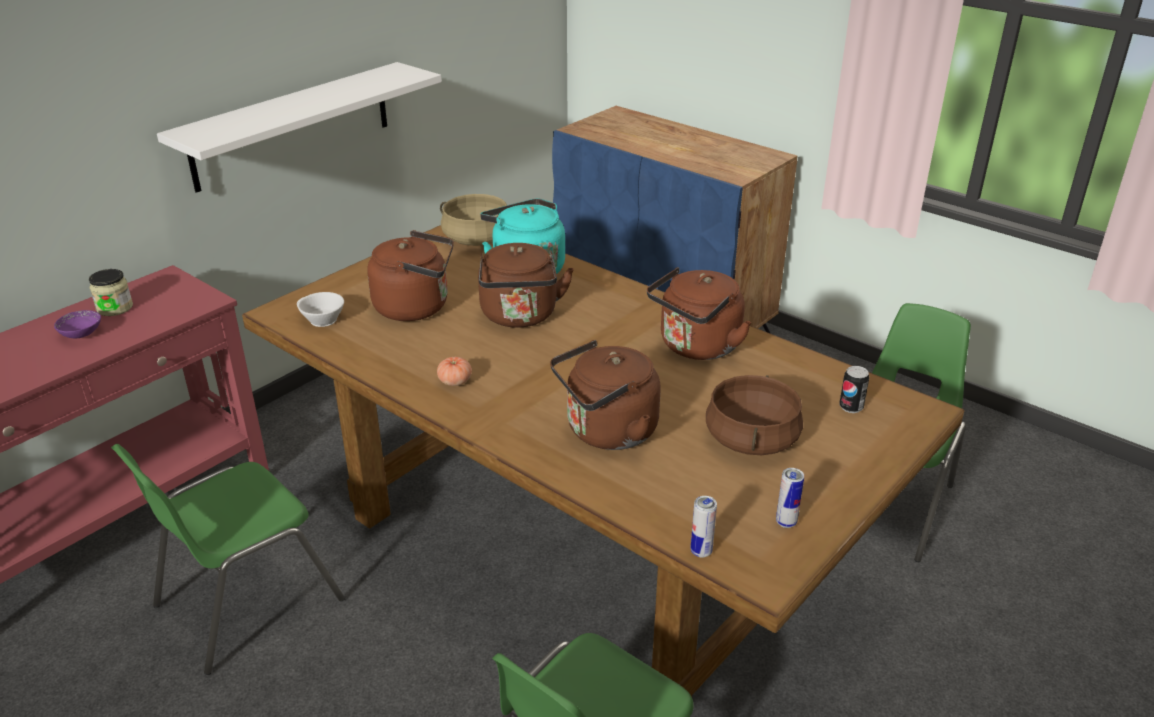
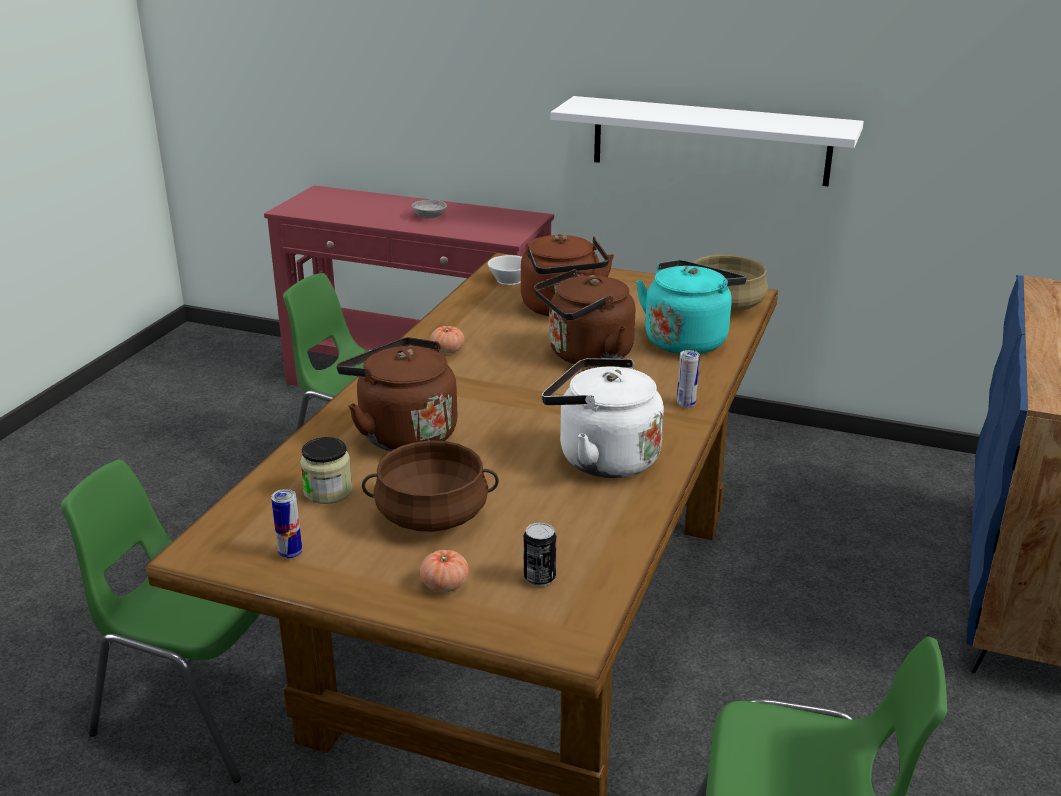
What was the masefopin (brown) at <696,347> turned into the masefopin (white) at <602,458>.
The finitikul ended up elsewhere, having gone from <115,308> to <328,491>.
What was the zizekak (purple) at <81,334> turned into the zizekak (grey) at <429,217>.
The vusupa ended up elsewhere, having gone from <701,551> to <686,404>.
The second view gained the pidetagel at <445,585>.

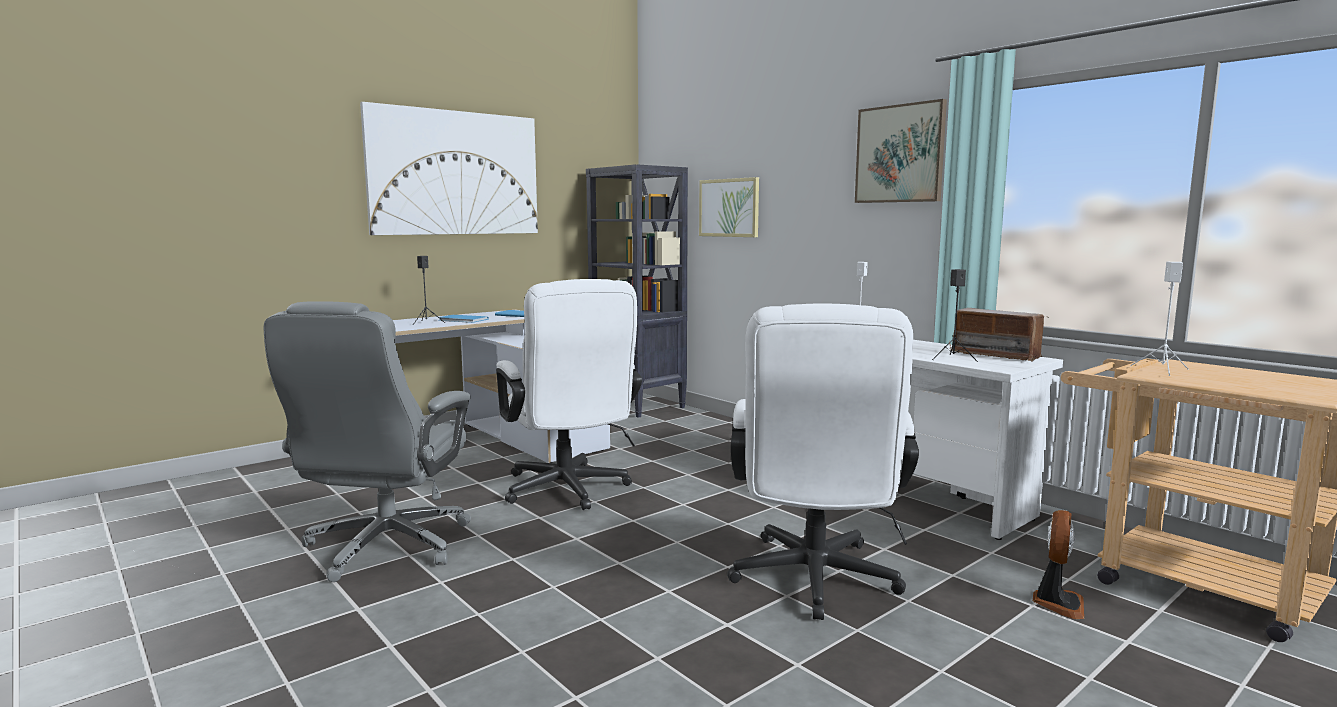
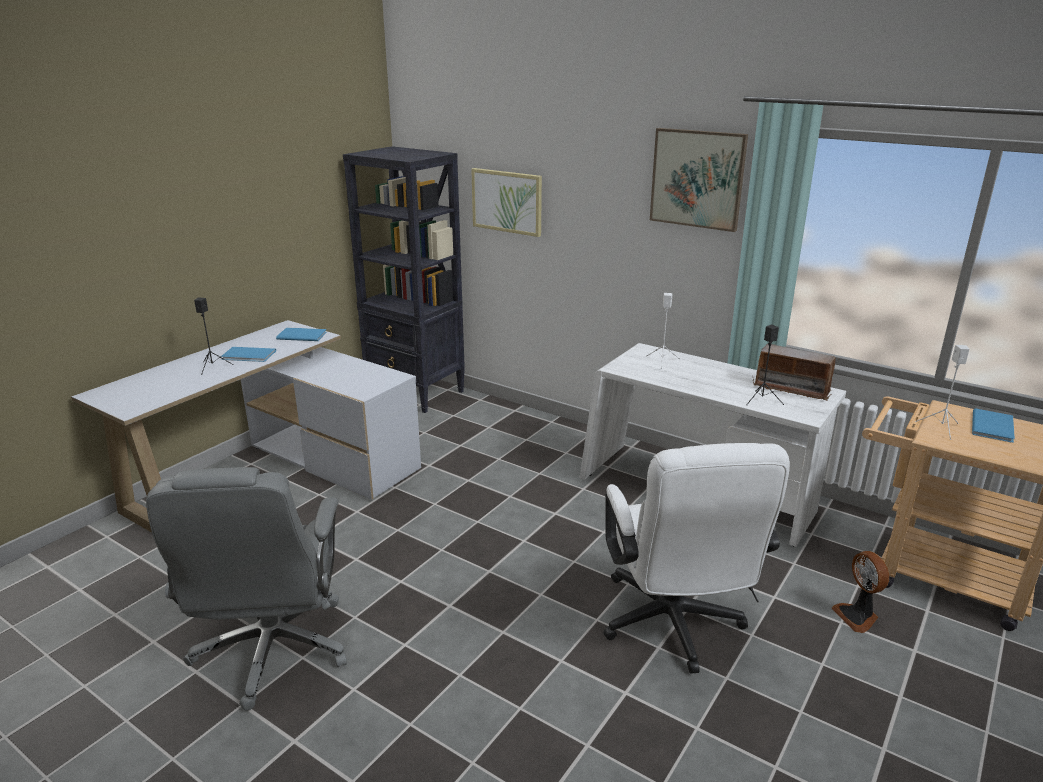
The second view lost the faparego at <455,173>.
The second view lost the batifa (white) at <568,491>.
The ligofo at <1057,603> ended up facing another way, 150 degrees clockwise from before.
The second view gained the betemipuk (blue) at <994,426>.

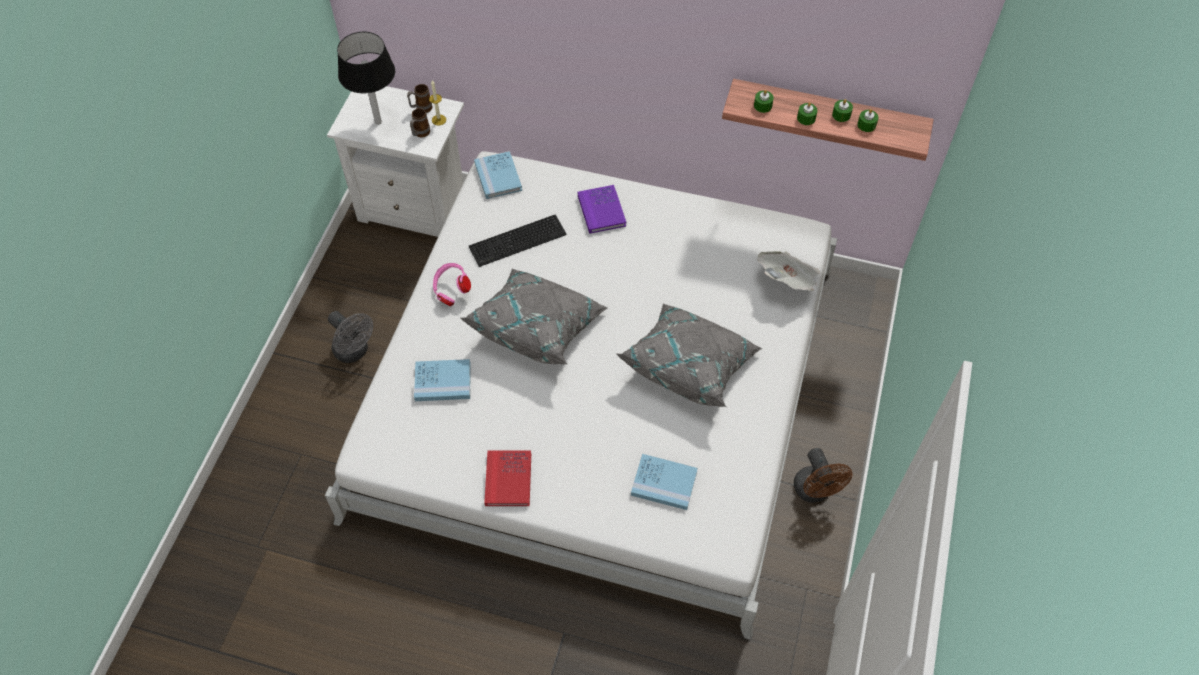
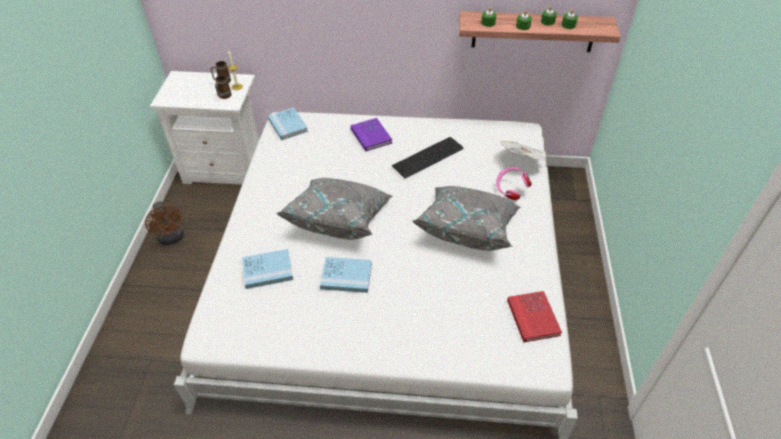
The second view lost the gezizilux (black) at <378,122>.
The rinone ended up elsewhere, having gone from <519,241> to <429,157>.
The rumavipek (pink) ended up elsewhere, having gone from <451,291> to <510,190>.
The second view lost the ligofo (grey) at <354,352>.
The ligofo (brown) ended up elsewhere, having gone from <815,492> to <172,238>.
The betemipuk (red) ended up elsewhere, having gone from <508,479> to <533,317>.
The betemipuk (blue) ended up elsewhere, having gone from <664,483> to <346,276>.

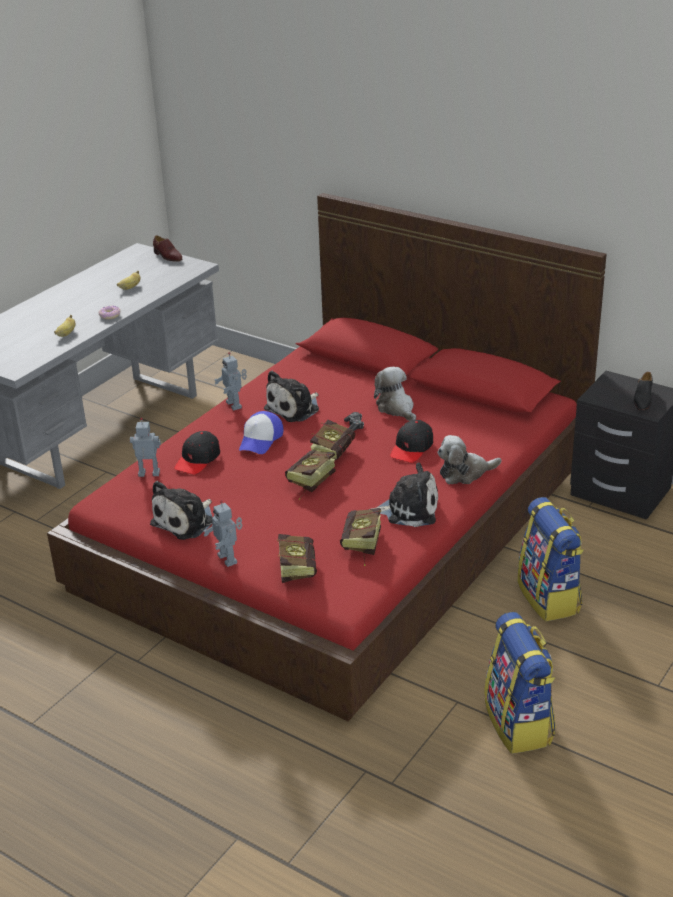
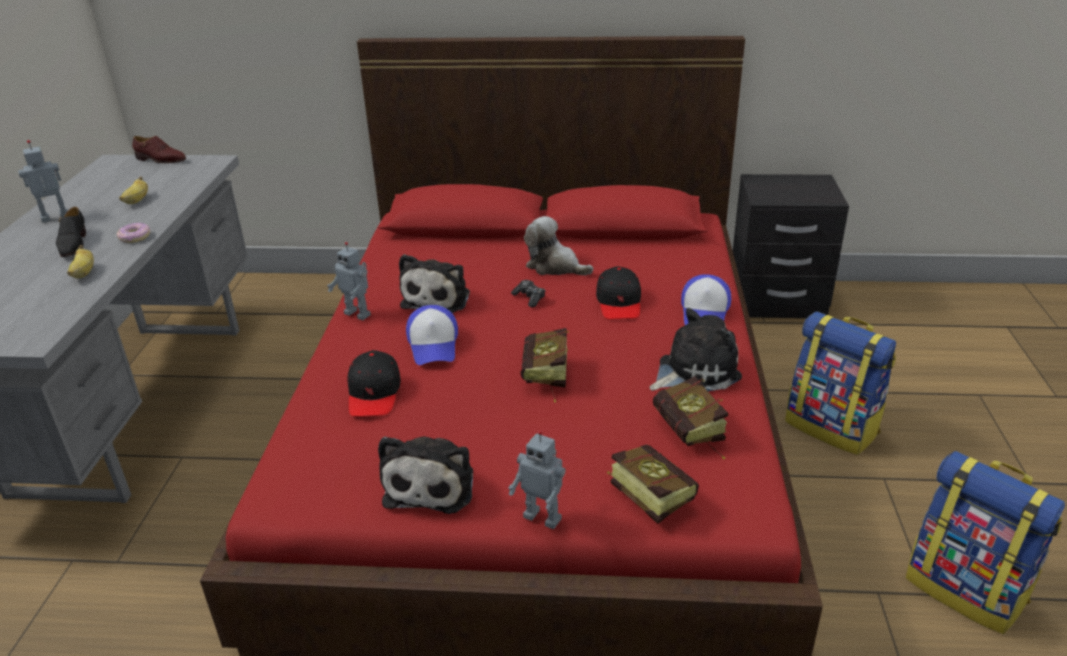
The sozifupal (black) ended up elsewhere, having gone from <642,400> to <73,244>.
The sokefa ended up elsewhere, having gone from <148,474> to <55,218>.
The second view lost the betemipuk at <335,451>.
Where the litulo stood at <465,473>, the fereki came to stand at <705,312>.

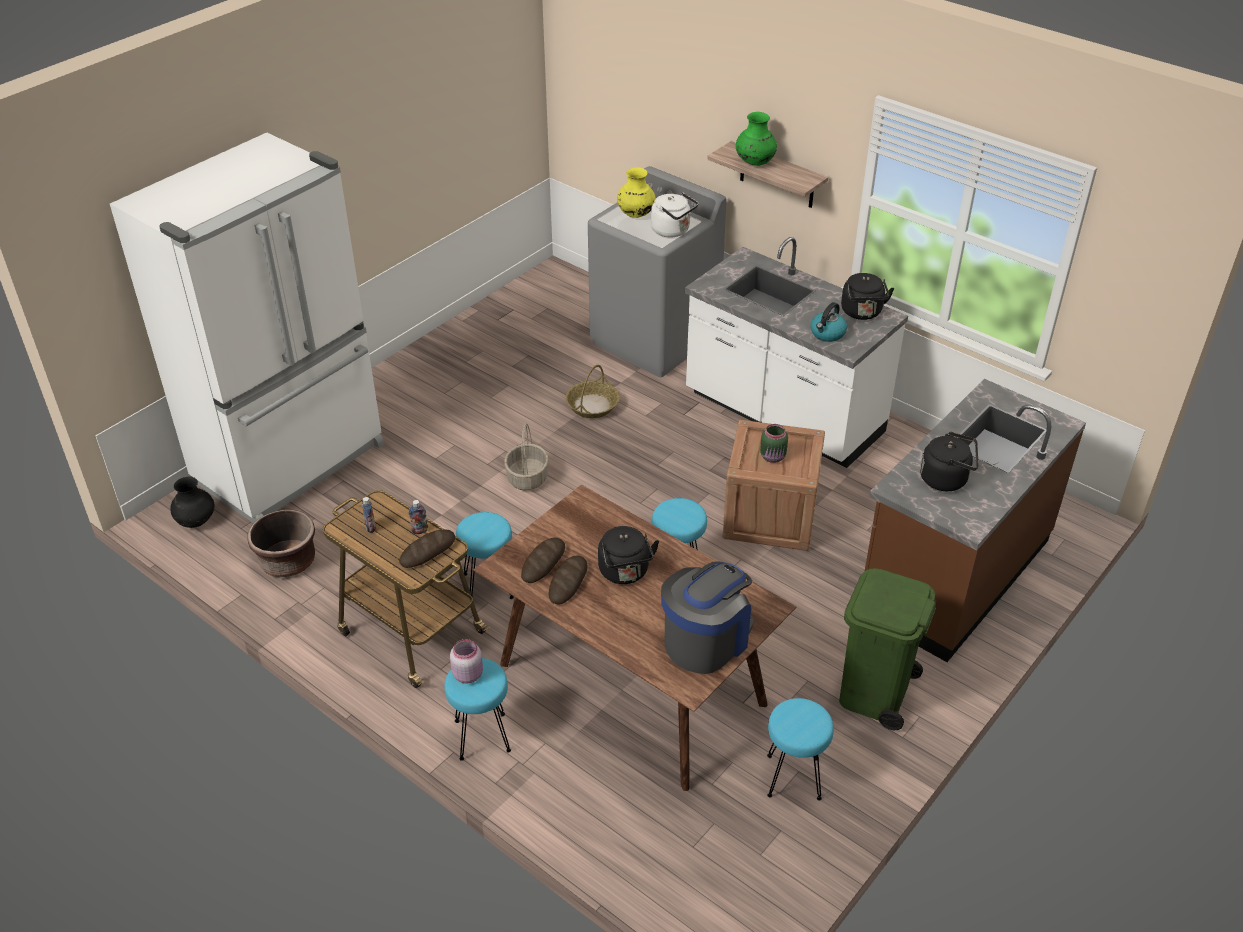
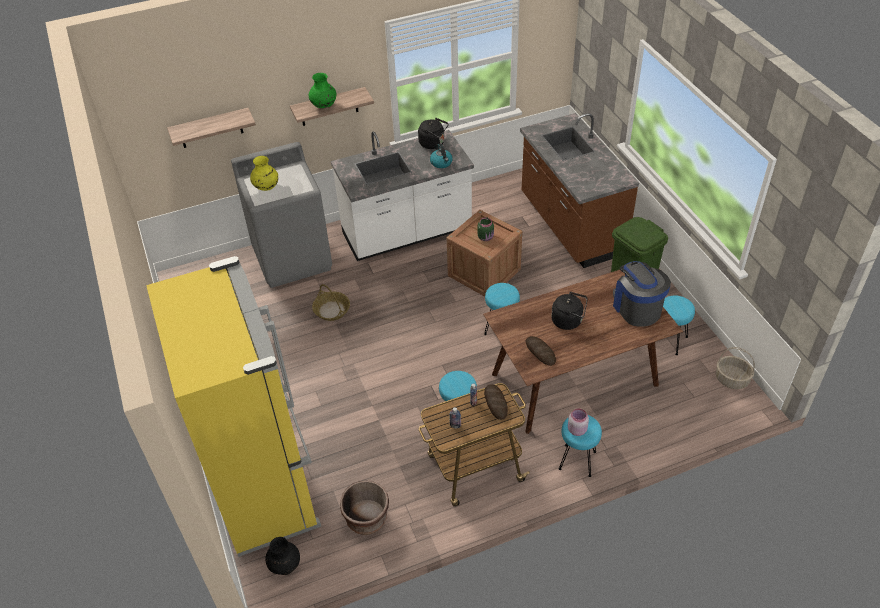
What was the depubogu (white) at <293,464> turned into the depubogu (yellow) at <266,488>.
The second view lost the masefopin (white) at <673,231>.
The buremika ended up elsewhere, having gone from <528,478> to <732,379>.
The second view lost the masefopin (black) at <946,479>.
The second view lost the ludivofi at <568,582>.
The second view gained the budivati at <211,128>.

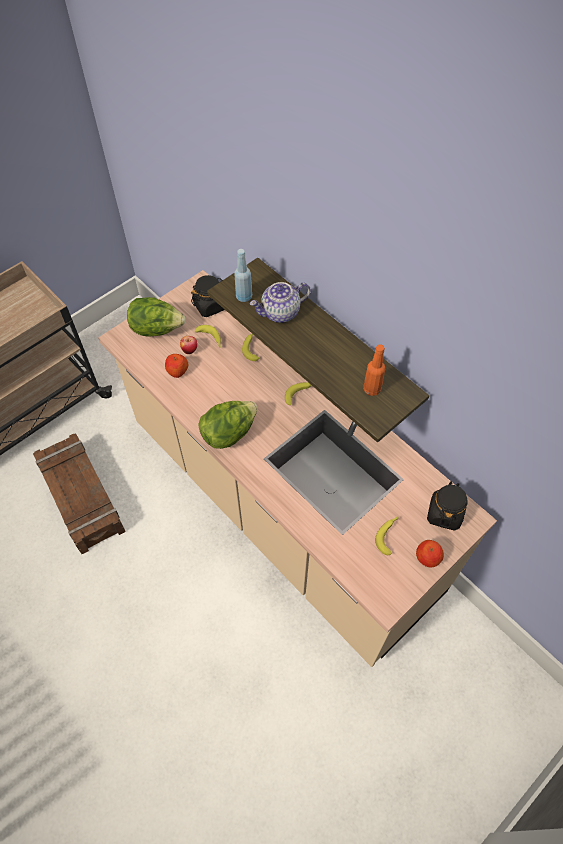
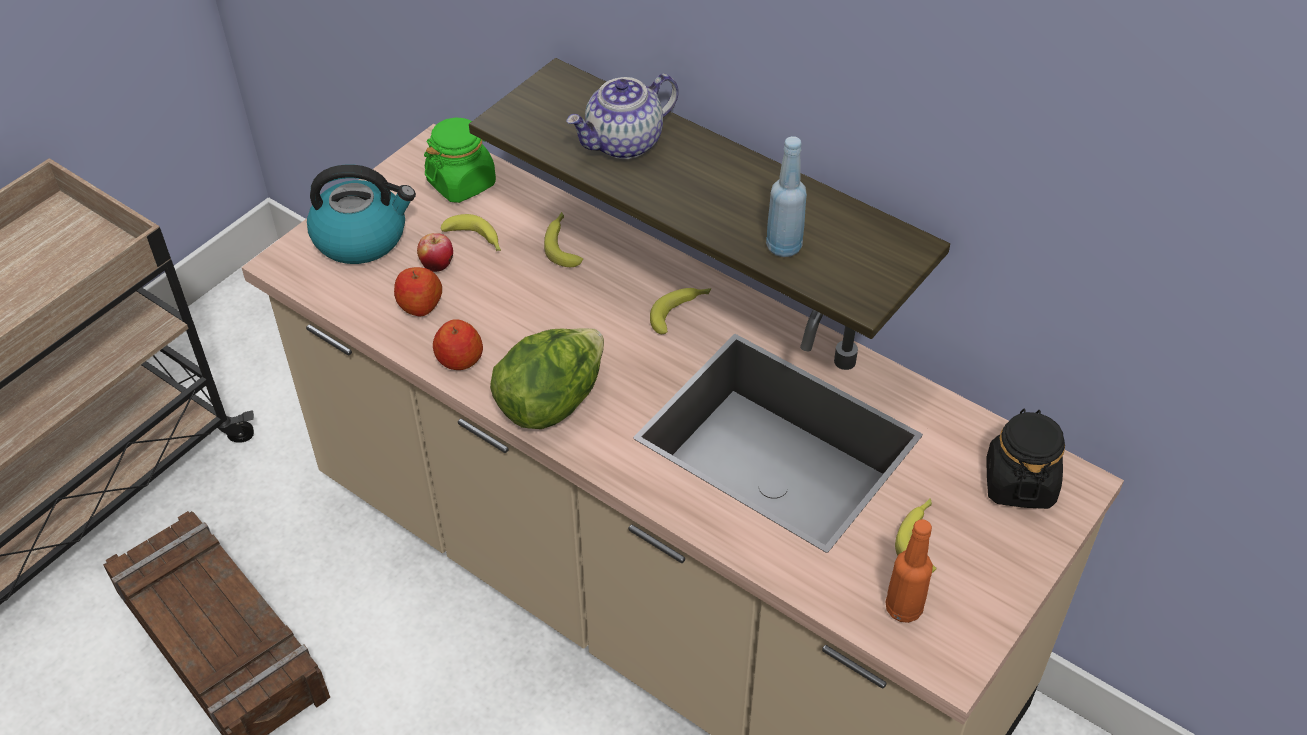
The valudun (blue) ended up elsewhere, having gone from <244,296> to <783,246>.
What was the finitikul (black) at <210,306> turned into the finitikul (green) at <462,183>.
Where the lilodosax stood at <157,329>, the masefopin came to stand at <362,237>.
The valudun (orange) ended up elsewhere, having gone from <372,389> to <903,608>.
The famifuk ended up elsewhere, having gone from <427,557> to <459,359>.

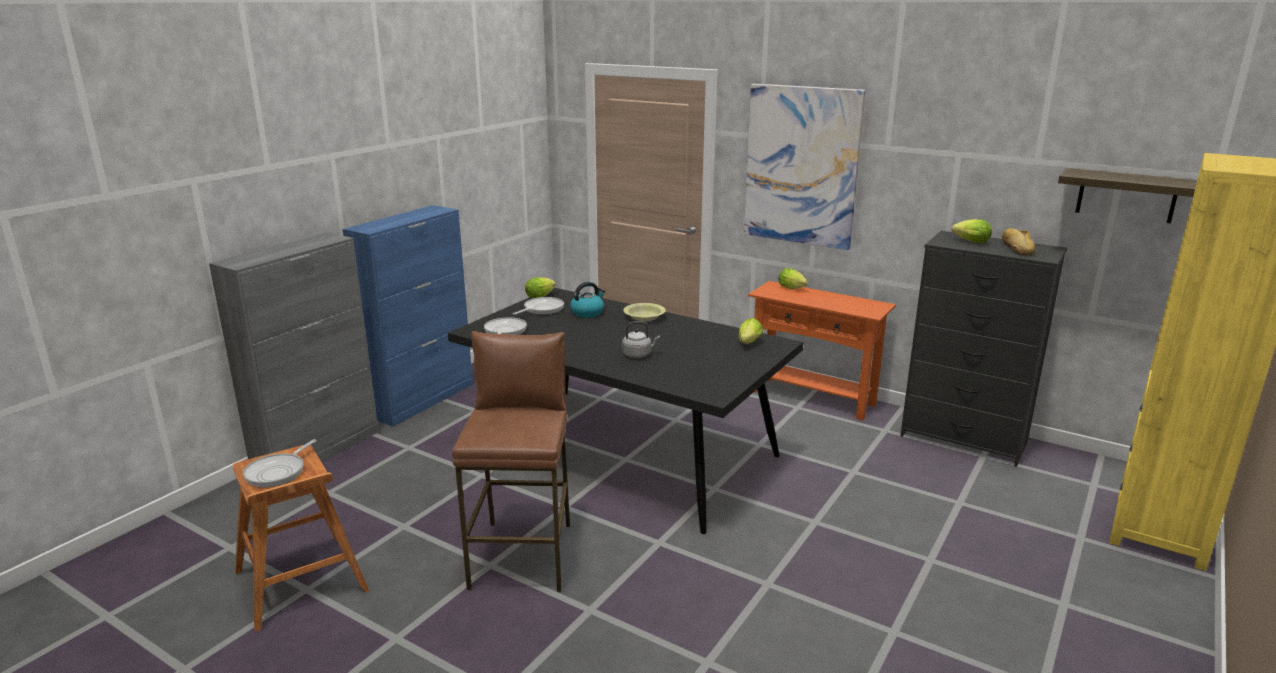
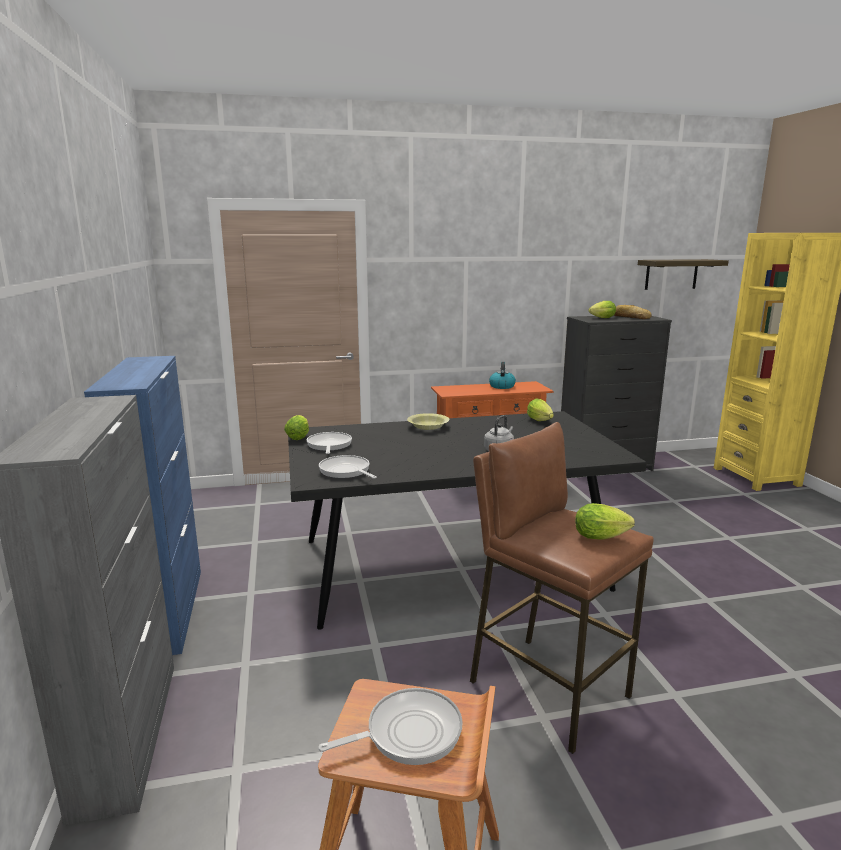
The second view lost the faparego at <801,166>.
The lilodosax ended up elsewhere, having gone from <793,288> to <603,537>.
The masefopin ended up elsewhere, having gone from <587,312> to <501,386>.
The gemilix at <278,472> ended up facing another way, 90 degrees counterclockwise from before.

